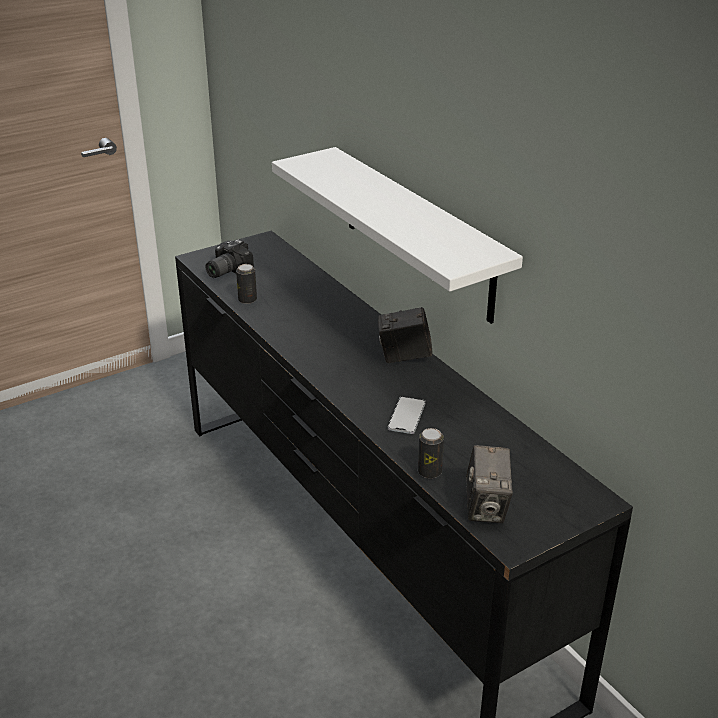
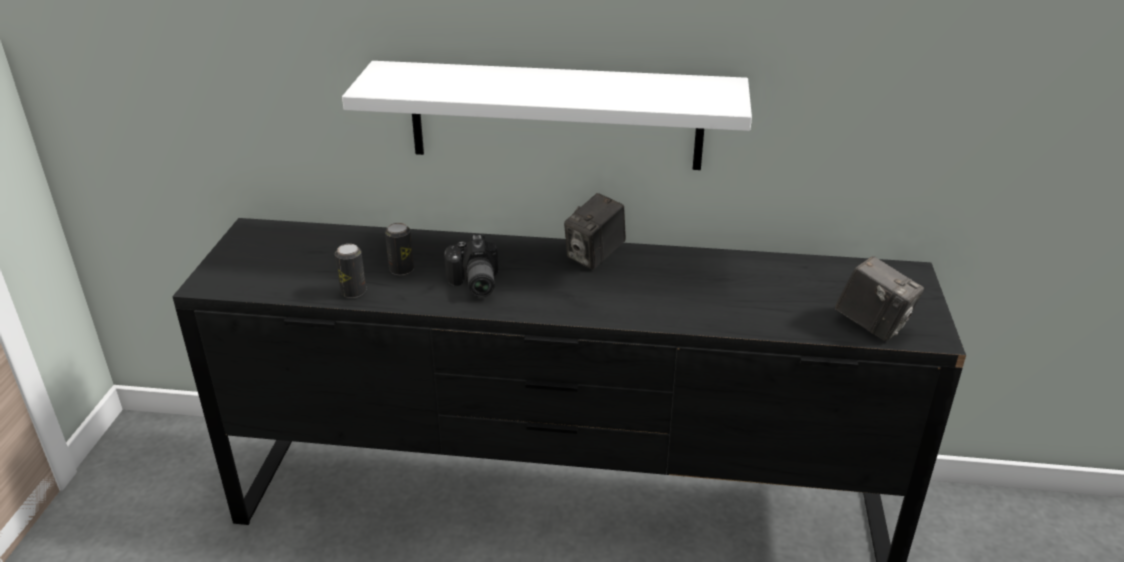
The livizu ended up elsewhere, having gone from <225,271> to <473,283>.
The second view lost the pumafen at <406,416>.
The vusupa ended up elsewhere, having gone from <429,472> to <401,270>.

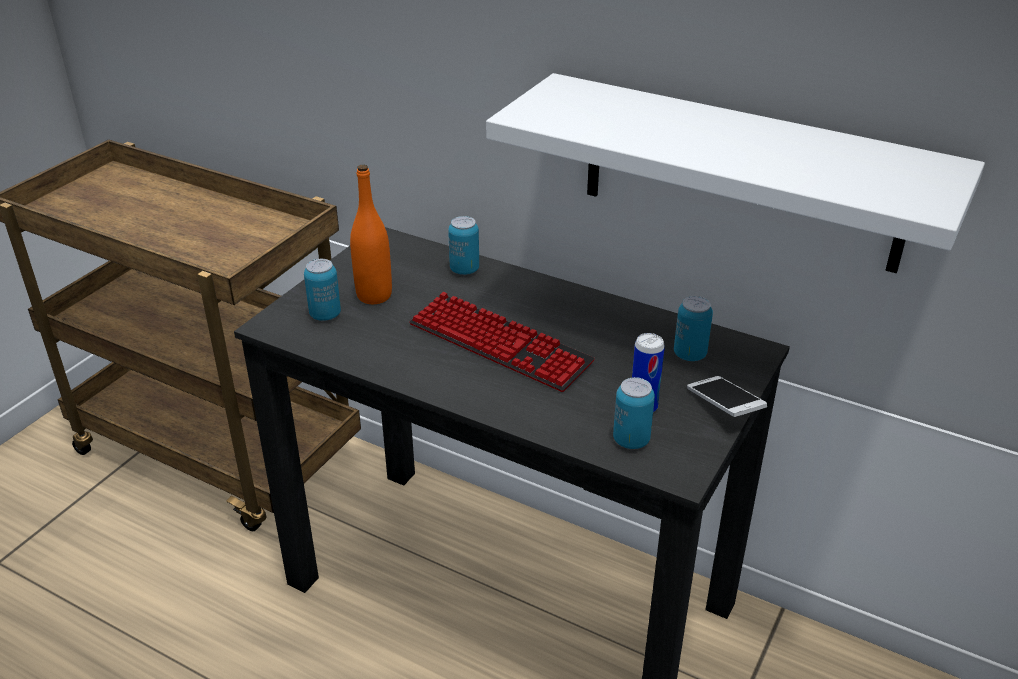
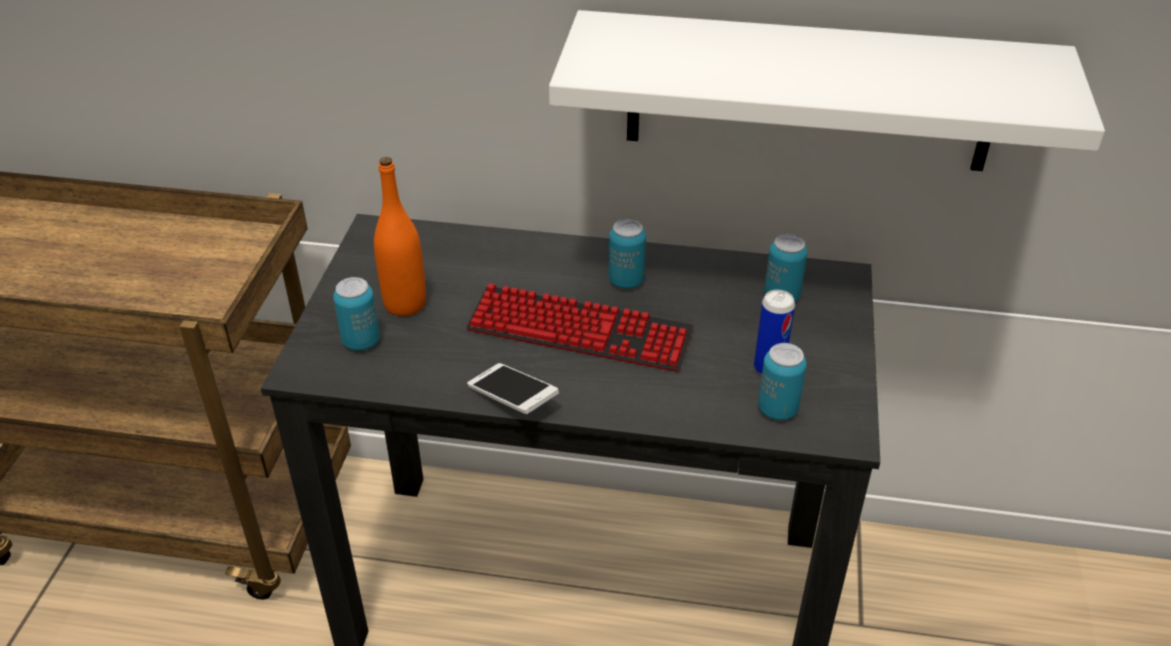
The vusupa ended up elsewhere, having gone from <464,269> to <626,281>.
The pumafen ended up elsewhere, having gone from <724,406> to <512,399>.

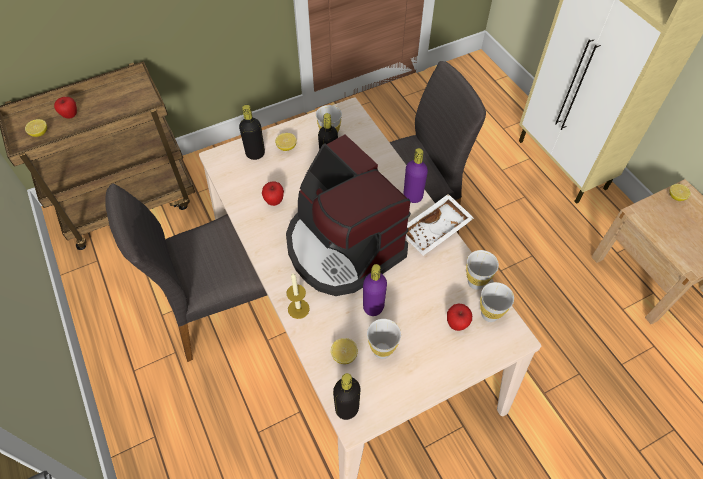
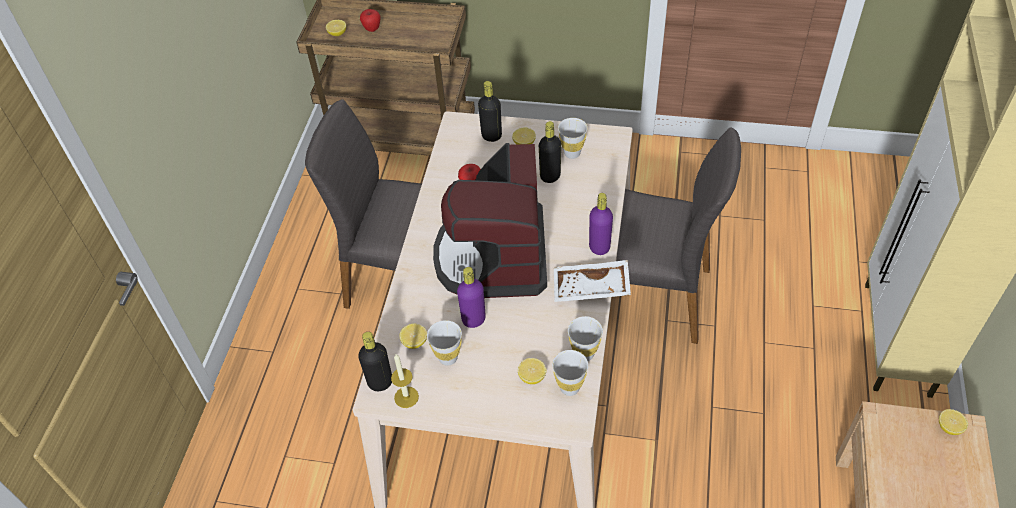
The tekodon ended up elsewhere, having gone from <298,309> to <406,397>.
Where the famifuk stood at <456,324>, the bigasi came to stand at <532,377>.

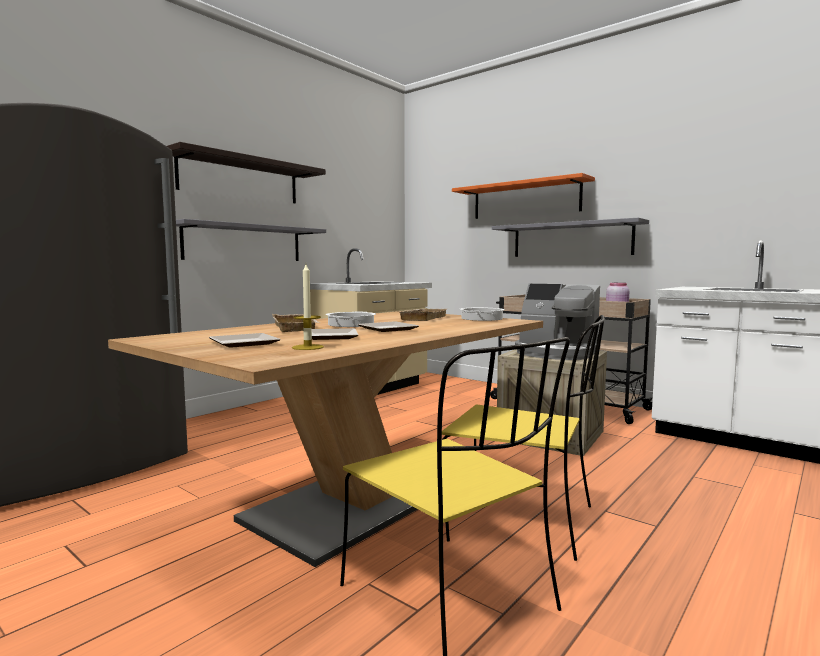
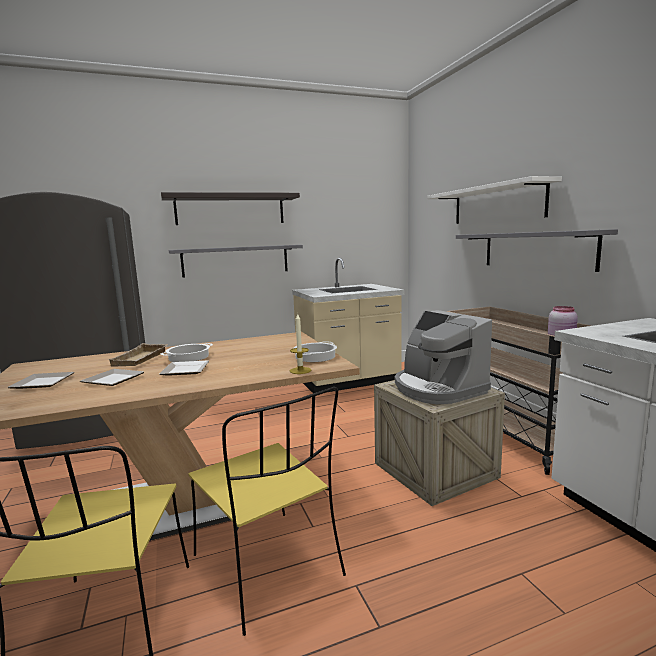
What was the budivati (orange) at <525,200> turned into the budivati (white) at <497,204>.
The tekodon ended up elsewhere, having gone from <307,347> to <300,370>.
The second view lost the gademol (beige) at <421,318>.

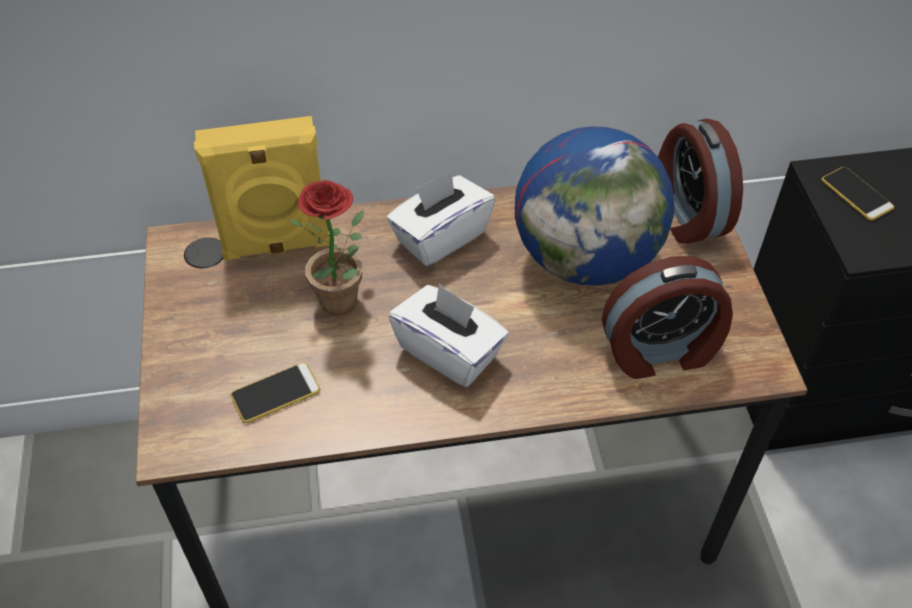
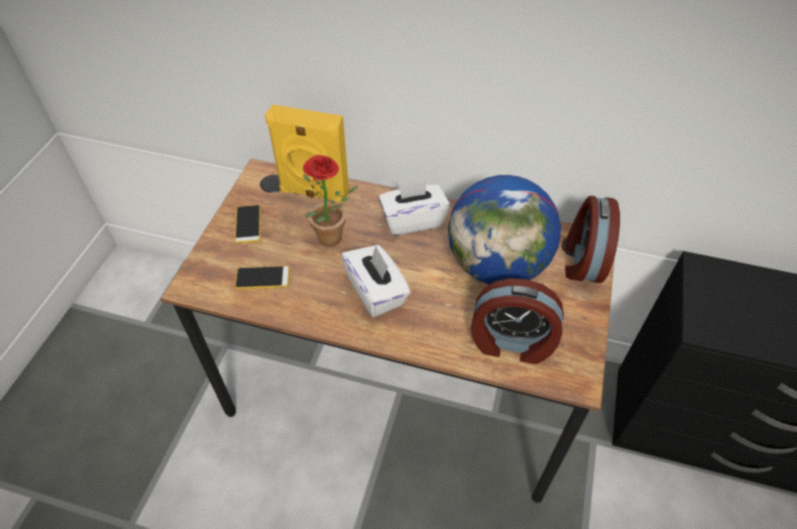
The pumafen ended up elsewhere, having gone from <856,194> to <248,224>.

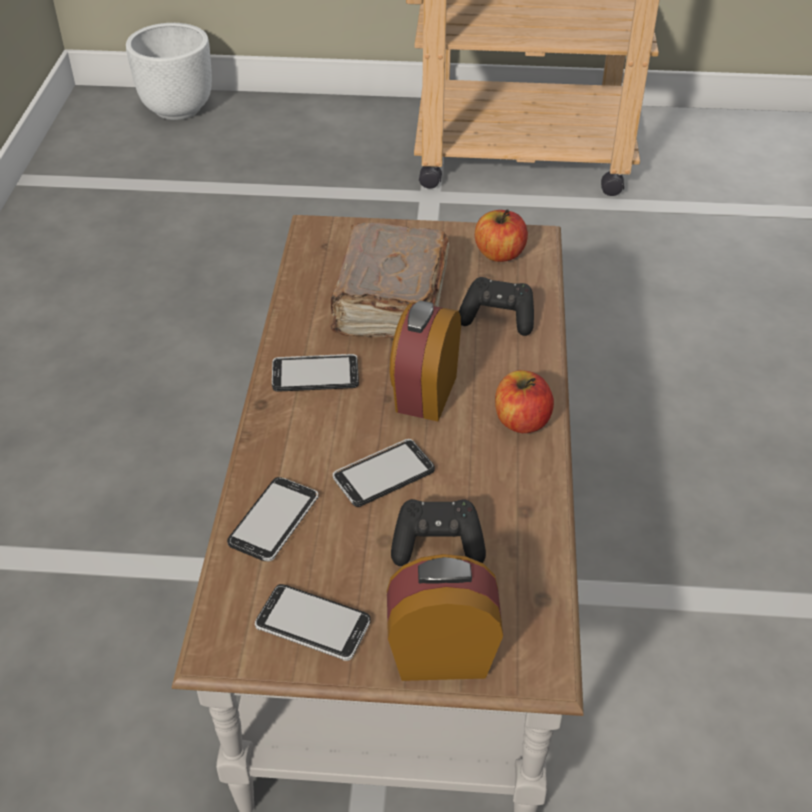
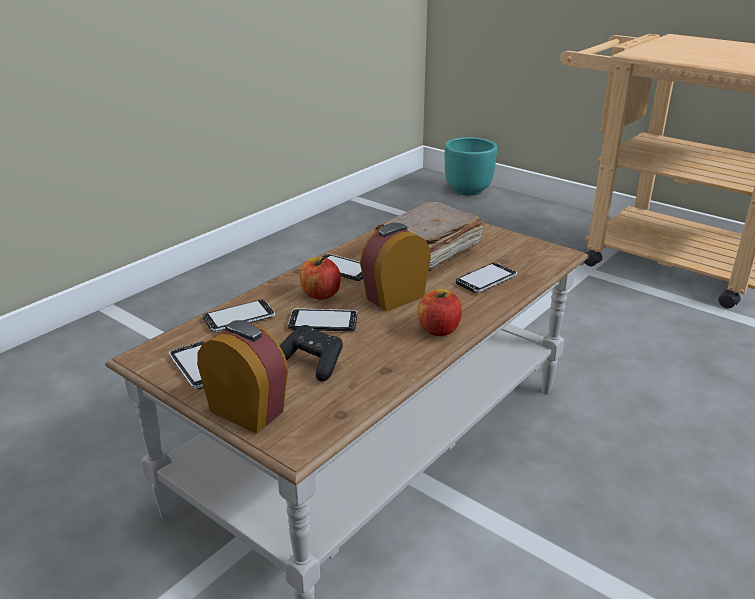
What was the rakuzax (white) at <179,109> turned into the rakuzax (turquoise) at <468,190>.
The famifuk ended up elsewhere, having gone from <499,254> to <320,294>.
Where the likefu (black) stood at <497,317>, the pumafen came to stand at <486,280>.

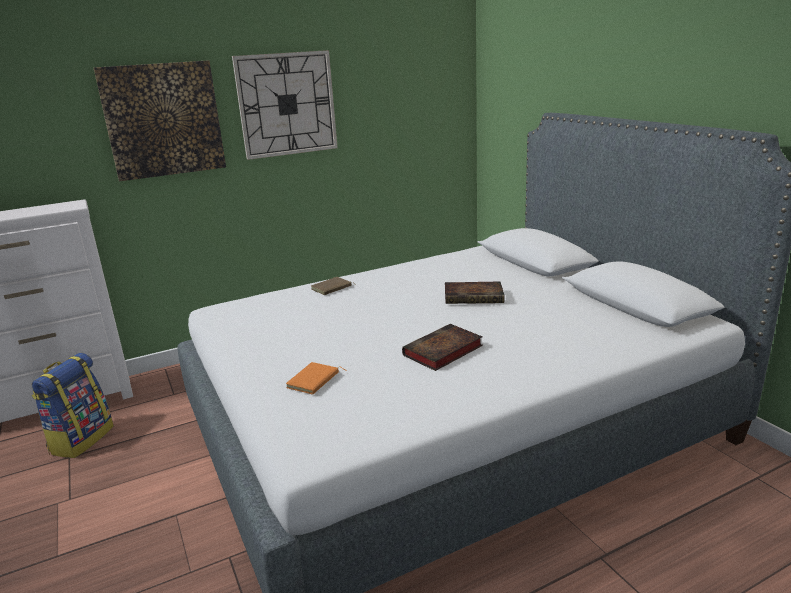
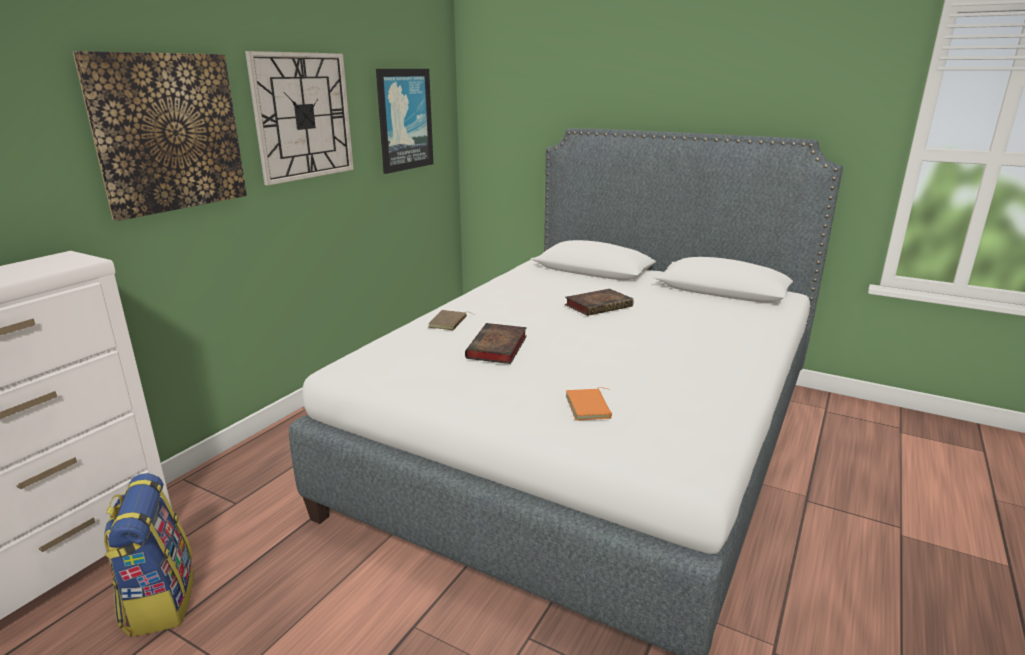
The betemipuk ended up elsewhere, having gone from <442,352> to <497,348>.
The second view gained the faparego at <404,120>.

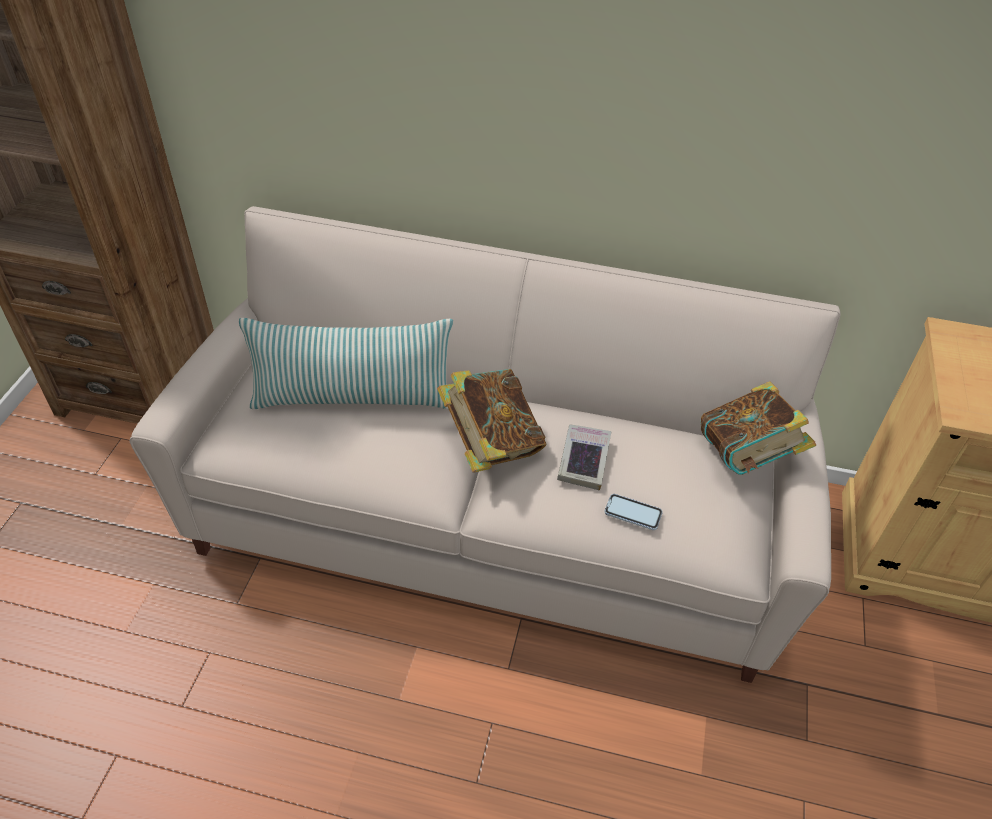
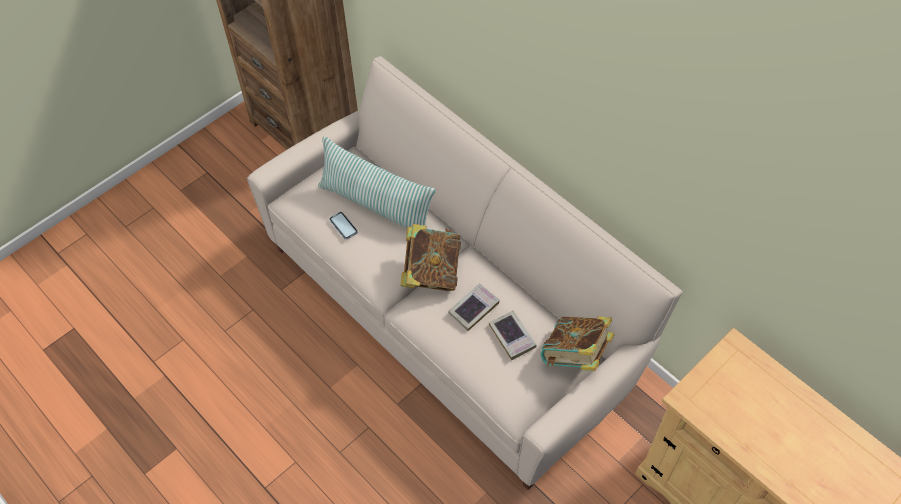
The pumafen ended up elsewhere, having gone from <633,513> to <343,226>.
The second view gained the betemipuk at <512,337>.

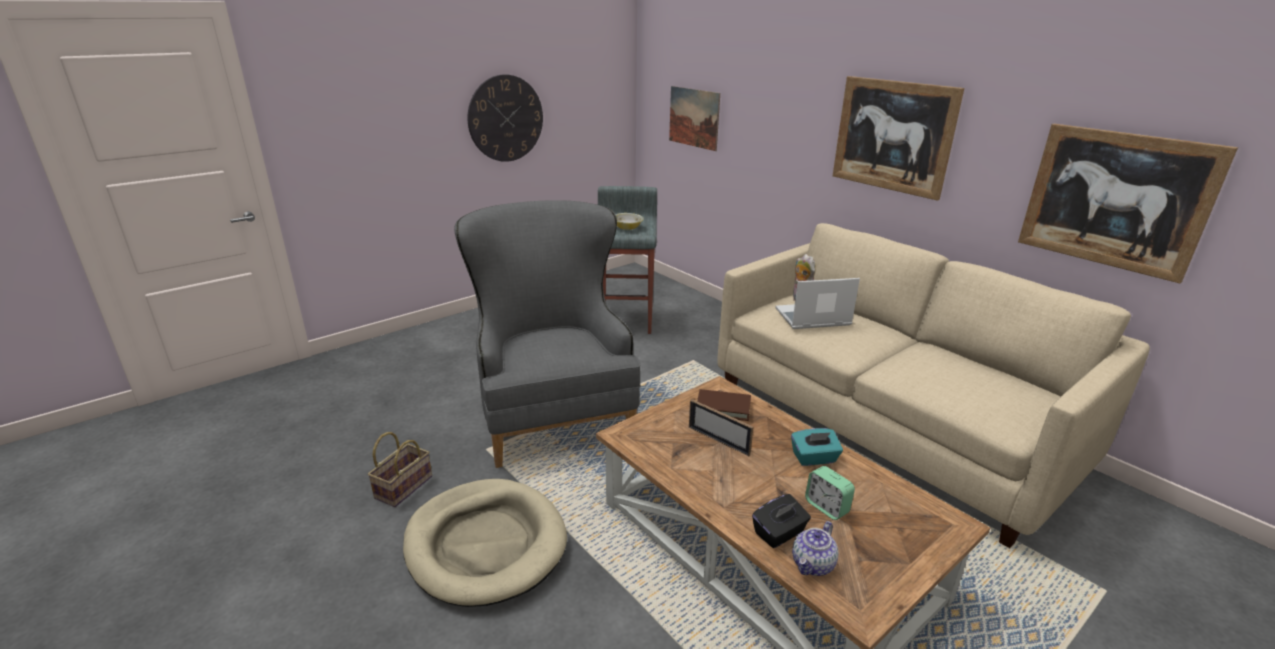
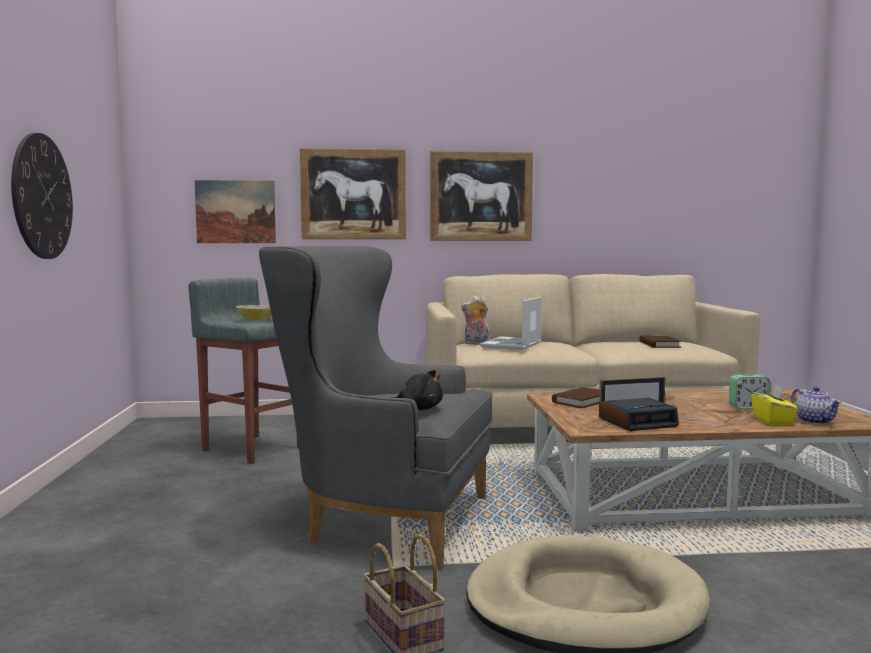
The faparego ended up elsewhere, having gone from <1115,200> to <353,194>.
The second view lost the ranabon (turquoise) at <814,458>.
What was the ranabon (black) at <779,533> turned into the ranabon (yellow) at <773,420>.
The second view gained the betemipuk (brown) at <659,344>.
The second view gained the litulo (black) at <418,409>.
The second view gained the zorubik at <637,422>.

